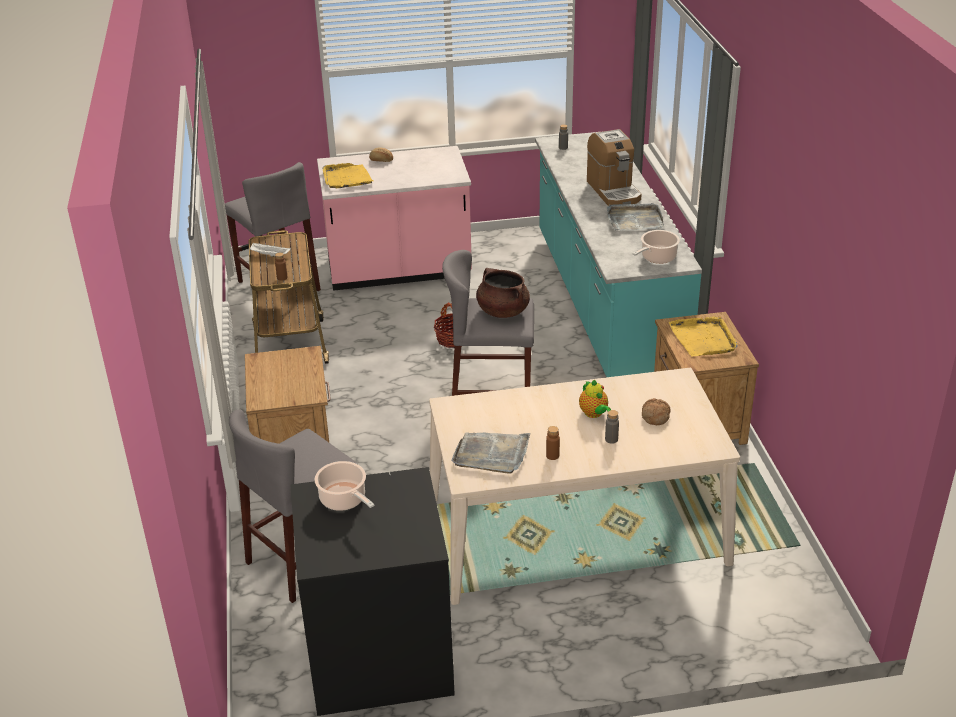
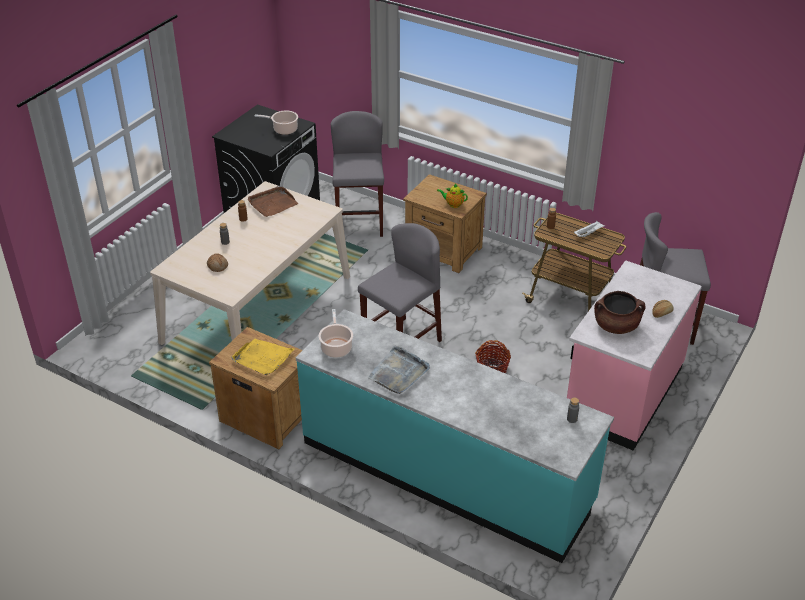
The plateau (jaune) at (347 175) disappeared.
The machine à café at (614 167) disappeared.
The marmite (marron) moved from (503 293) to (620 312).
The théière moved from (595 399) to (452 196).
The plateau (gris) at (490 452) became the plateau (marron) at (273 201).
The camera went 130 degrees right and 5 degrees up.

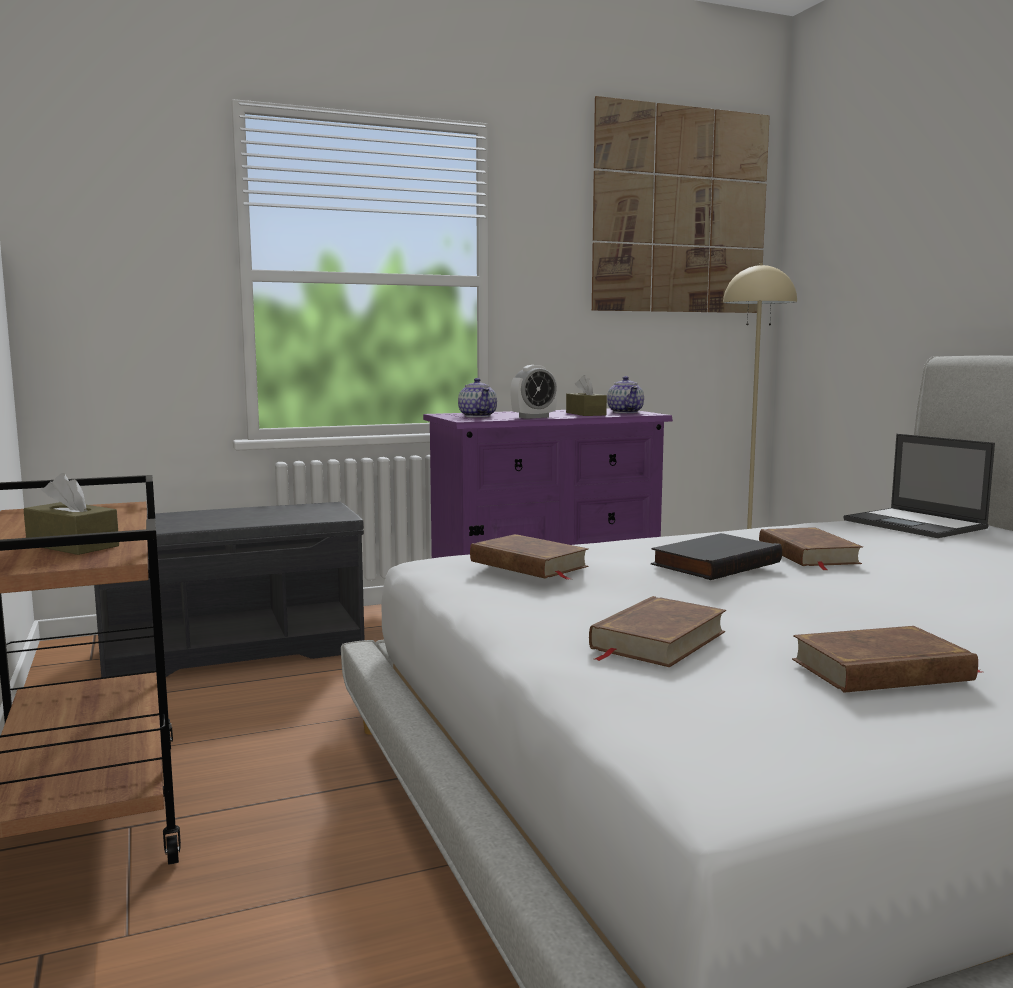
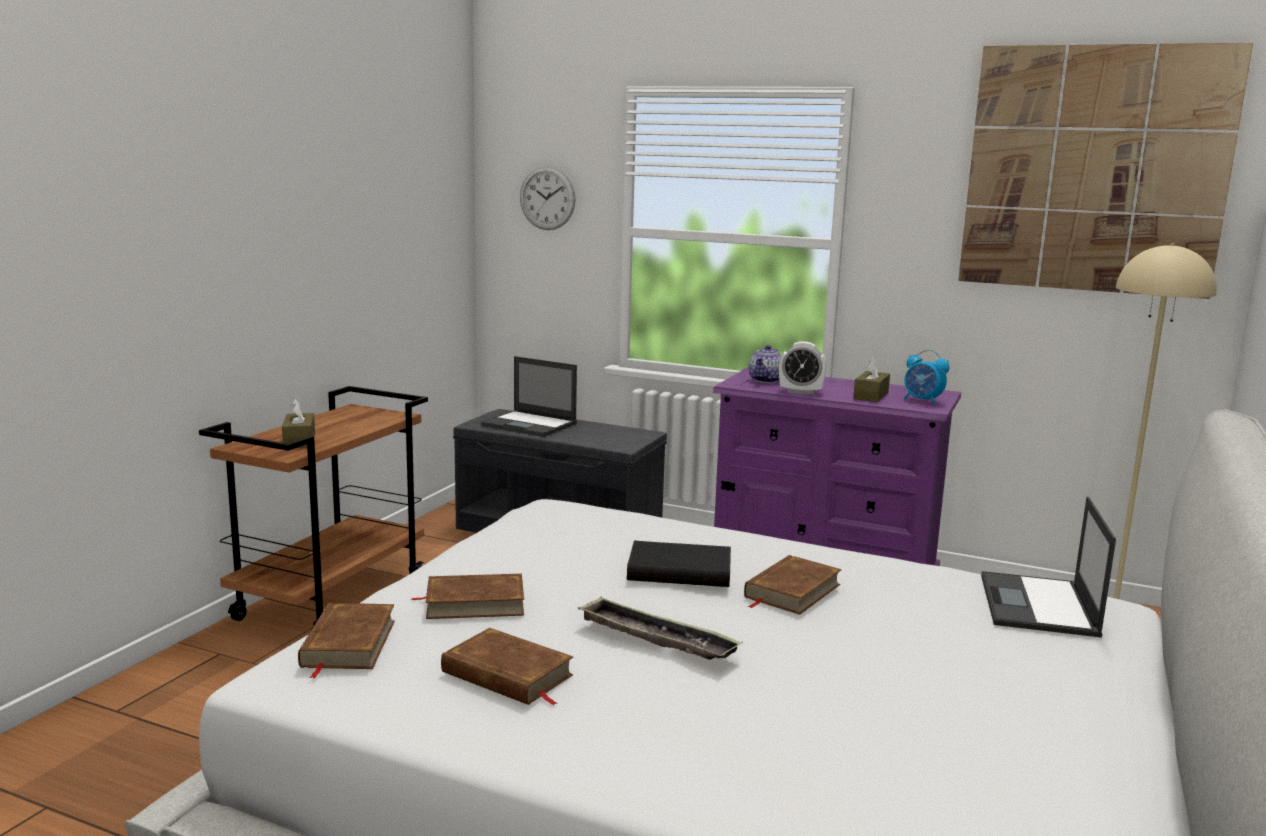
The ordinateur portable at (529 396) appeared.
The horloge murale at (548 198) appeared.
The plateau at (660 628) appeared.
The livre (marron) moved from (529 557) to (346 640).
The théière at (625 394) was replaced by the réveil at (927 376).
The camera went 45 degrees right and 5 degrees up.

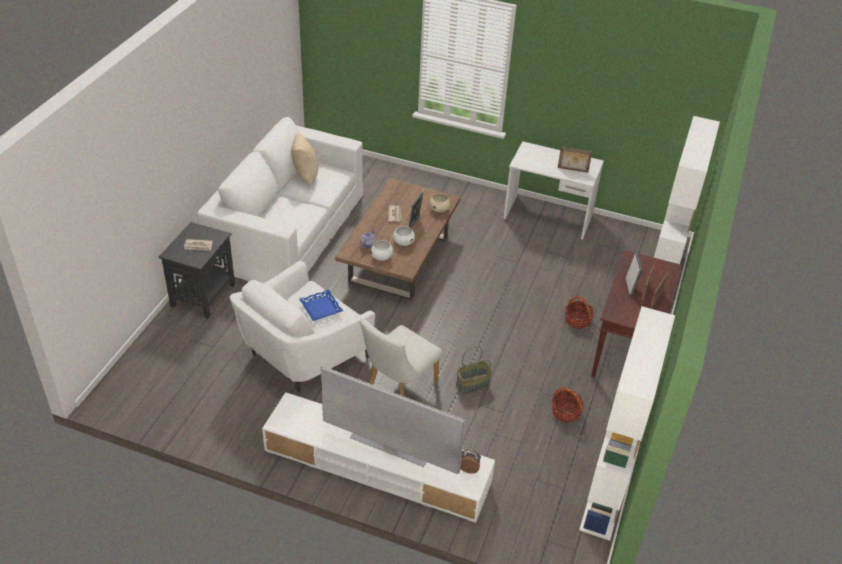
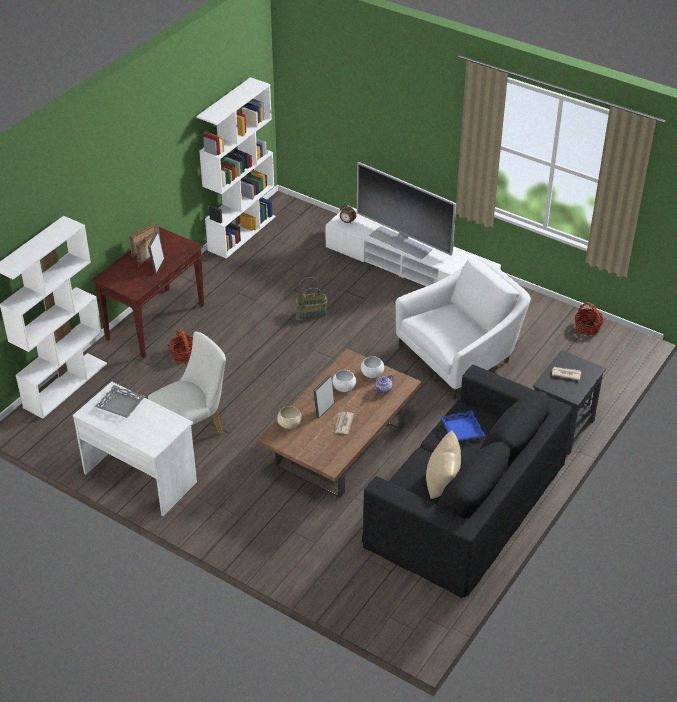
The plateau (bleu) moved from (321 305) to (463 425).
The chaise (blanc) moved from (401 357) to (187 383).
The panier moved from (568 405) to (589 318).
The cadre photo at (575 160) was replaced by the plateau (gris) at (120 401).
The canapé (blanc) at (280 200) became the canapé (noir) at (467 481).
The camera went 165 degrees left and 0 degrees up.

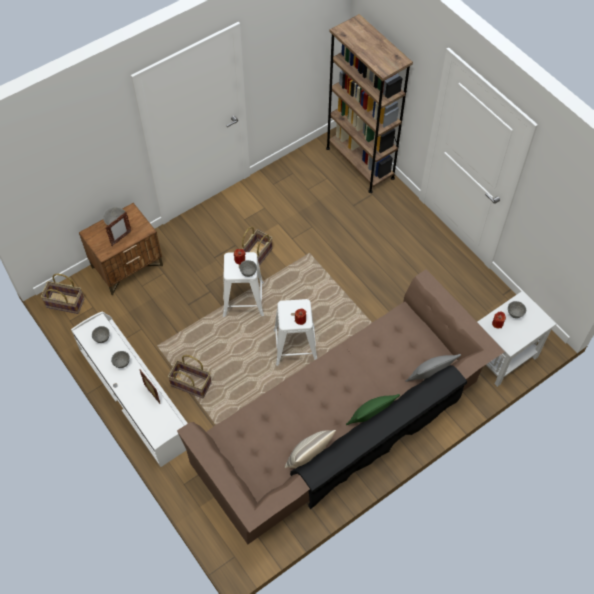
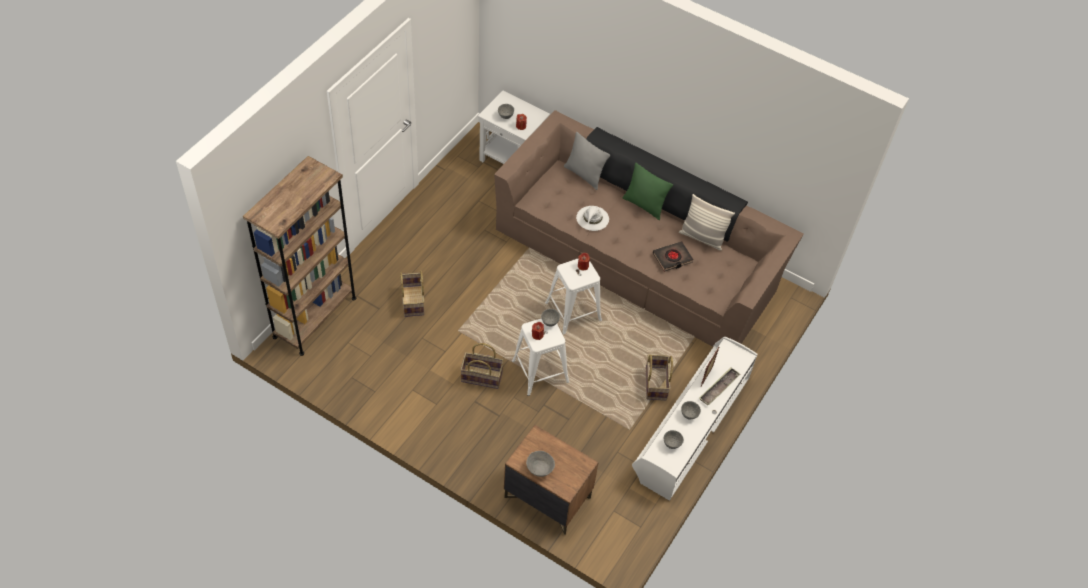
The cadre photo at (118 229) disappeared.
The chapeau (blanc) at (592 218) appeared.
The livre (noir) at (673 256) appeared.
The plateau at (720 386) appeared.
The panier moved from (62 294) to (412 293).
The camera went 115 degrees left and 5 degrees down.

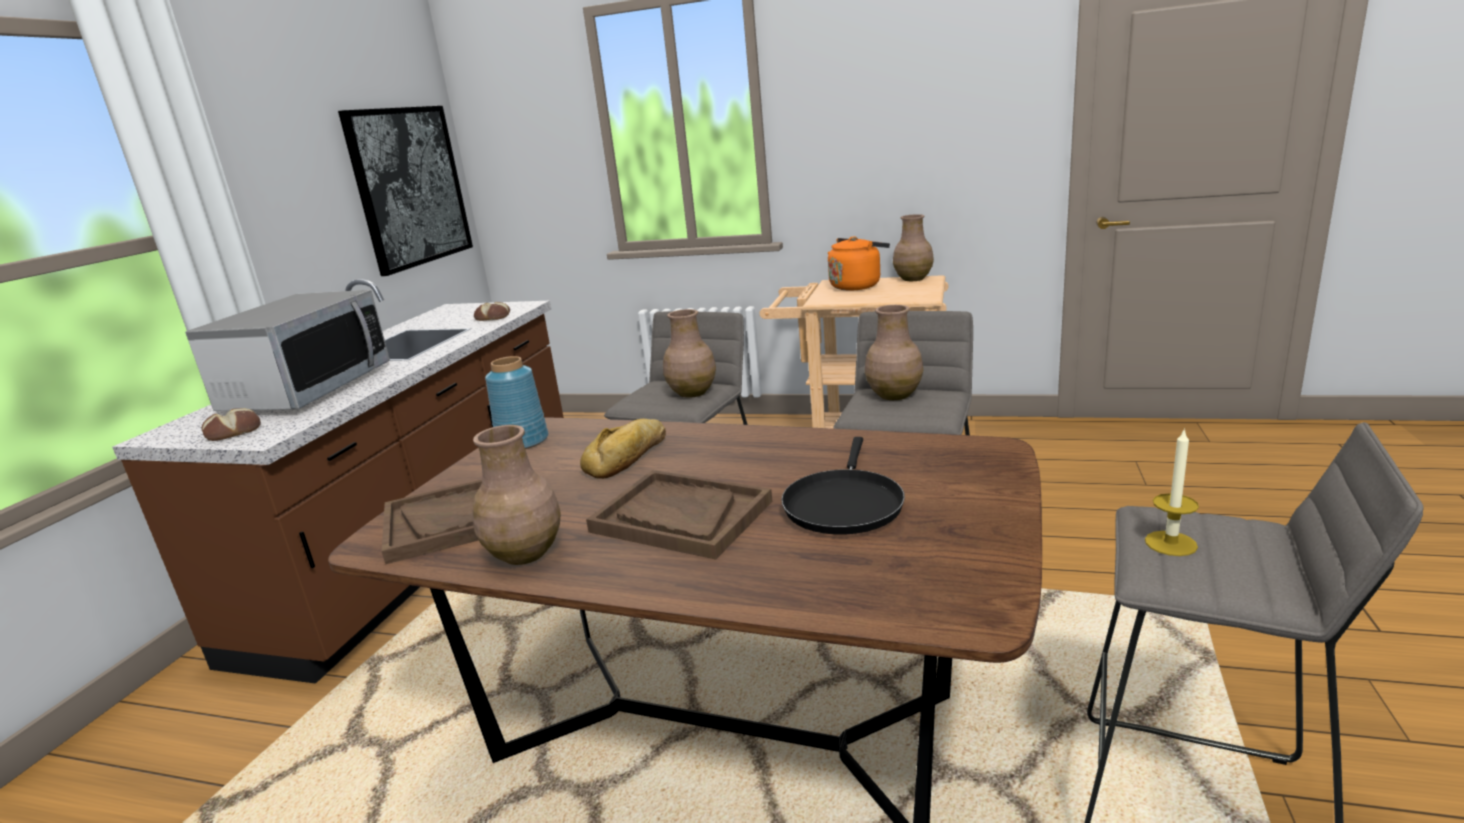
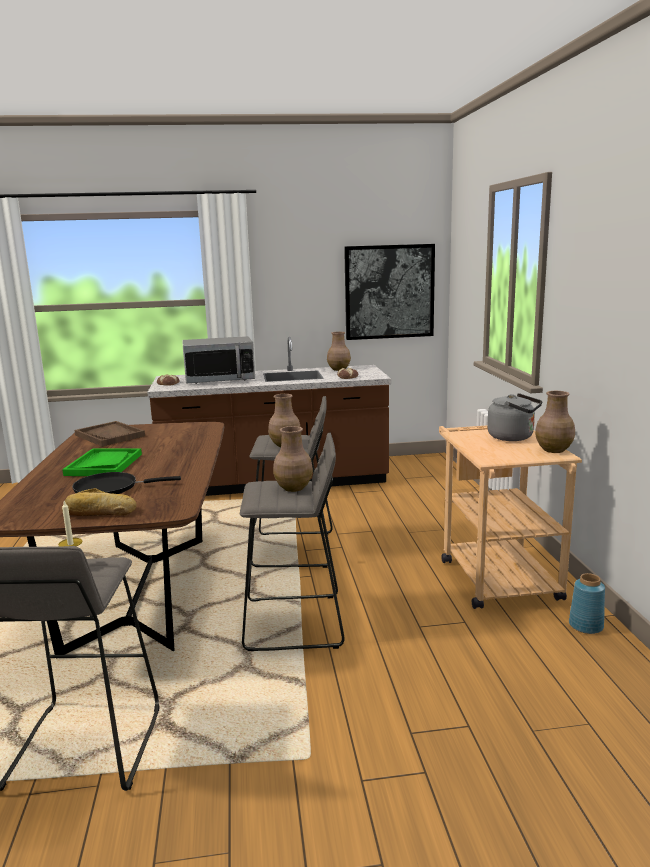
The vase (marron) moved from (516 495) to (339 351).
The vase (bleu) moved from (517 402) to (587 603).
The pain moved from (623 449) to (99 502).
The plateau (marron) at (679 515) became the plateau (vert) at (102 462).
The bouilloire (orange) at (859 263) became the bouilloire (gris) at (514 417).
The camera went 65 degrees right and 5 degrees down.

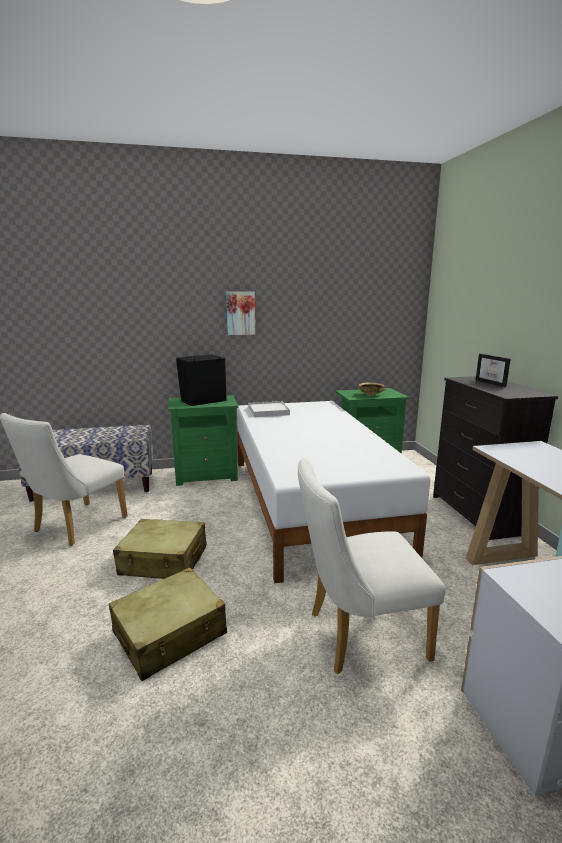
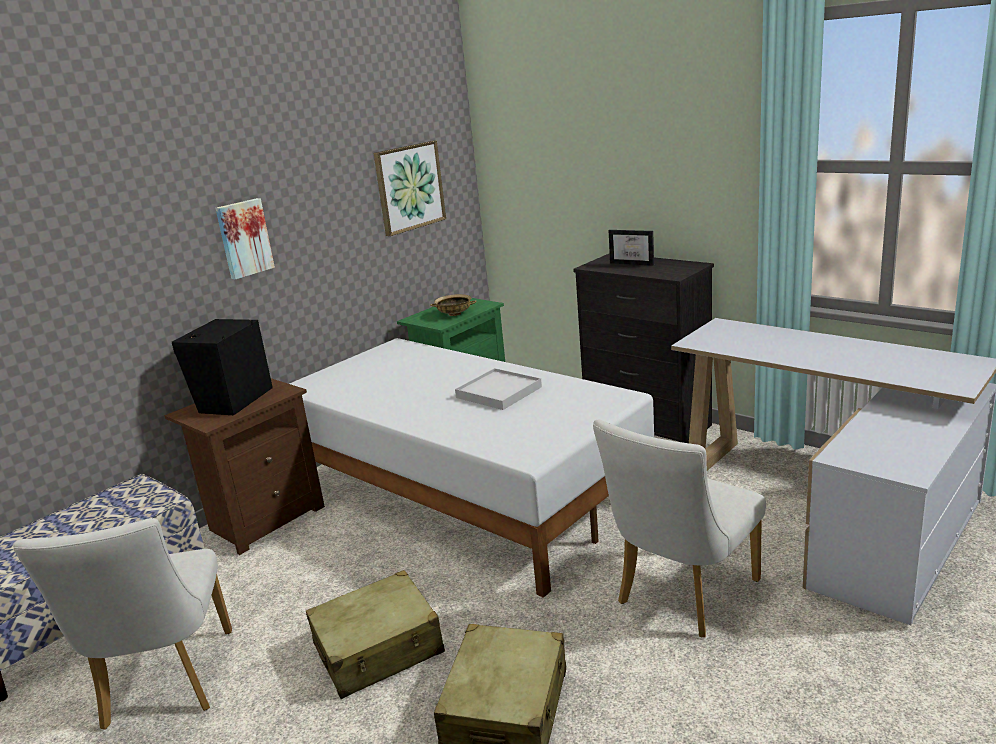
The tableau at (410 188) appeared.
The plateau (blanc) moved from (269 409) to (498 389).
The table de chevet (vert) at (203 440) became the table de chevet (marron) at (244 466).
The camera went 35 degrees left and 5 degrees up.

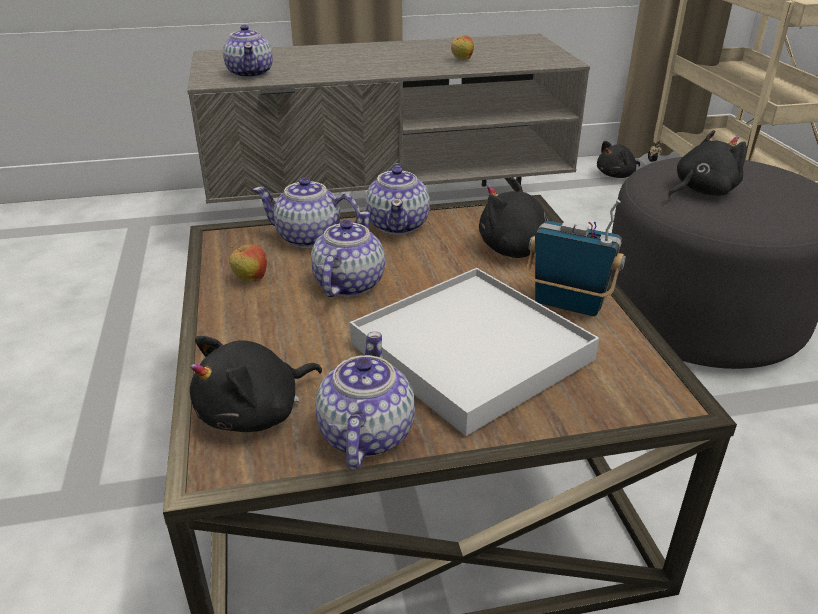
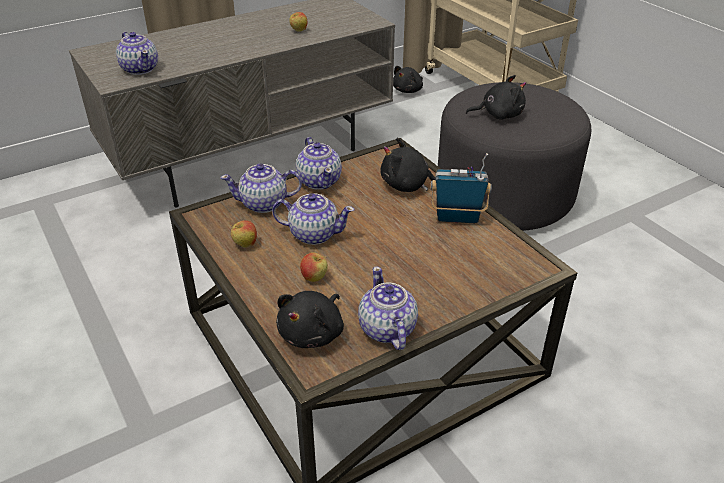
The plateau (blanc) at (474 352) disappeared.
The pomme at (314 267) appeared.
The théière at (348 254) turned 105 degrees clockwise.
The peluche (noir) at (706 164) turned 45 degrees clockwise.
The camera went 20 degrees left and 5 degrees up.

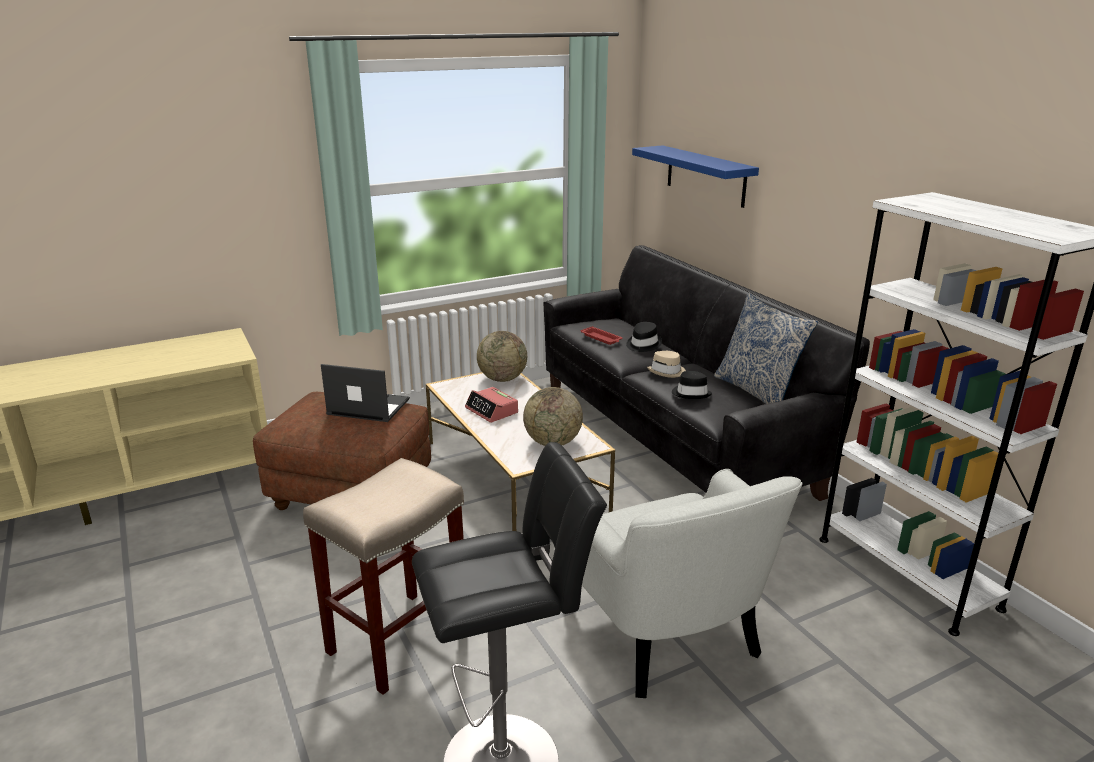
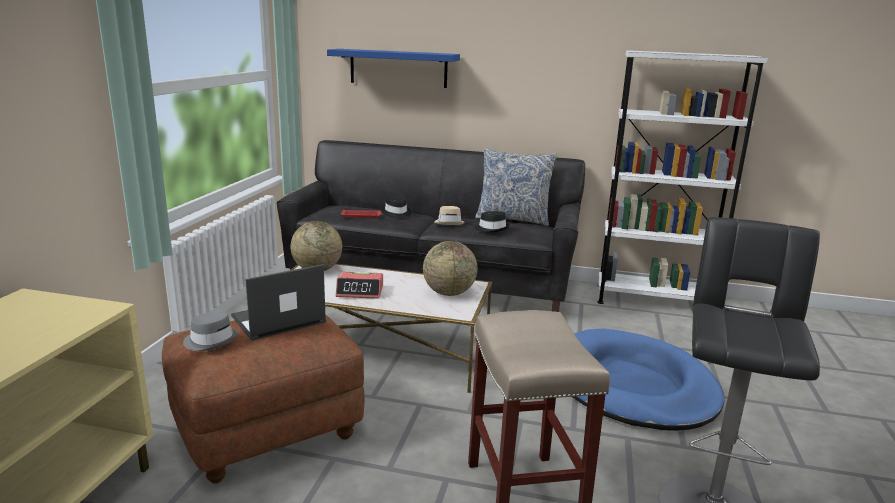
The chapeau (gris) at (210 332) appeared.
The fauteuil (blanc) at (692 583) was replaced by the panier pour chien (bleu) at (649 379).
The camera went 50 degrees left and 5 degrees down.

